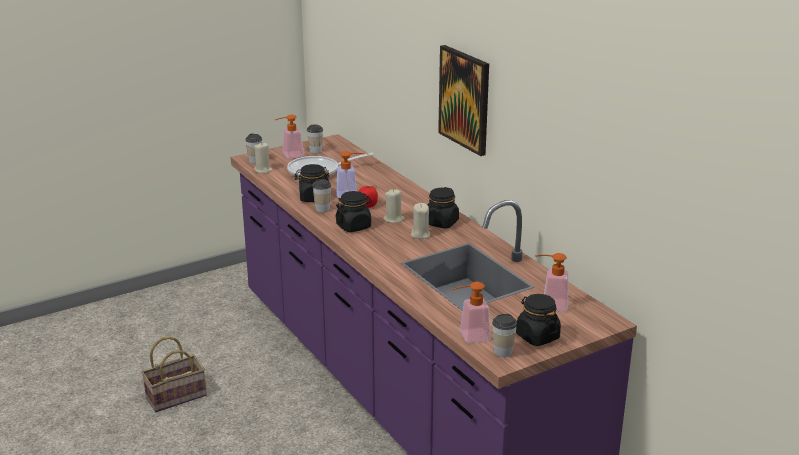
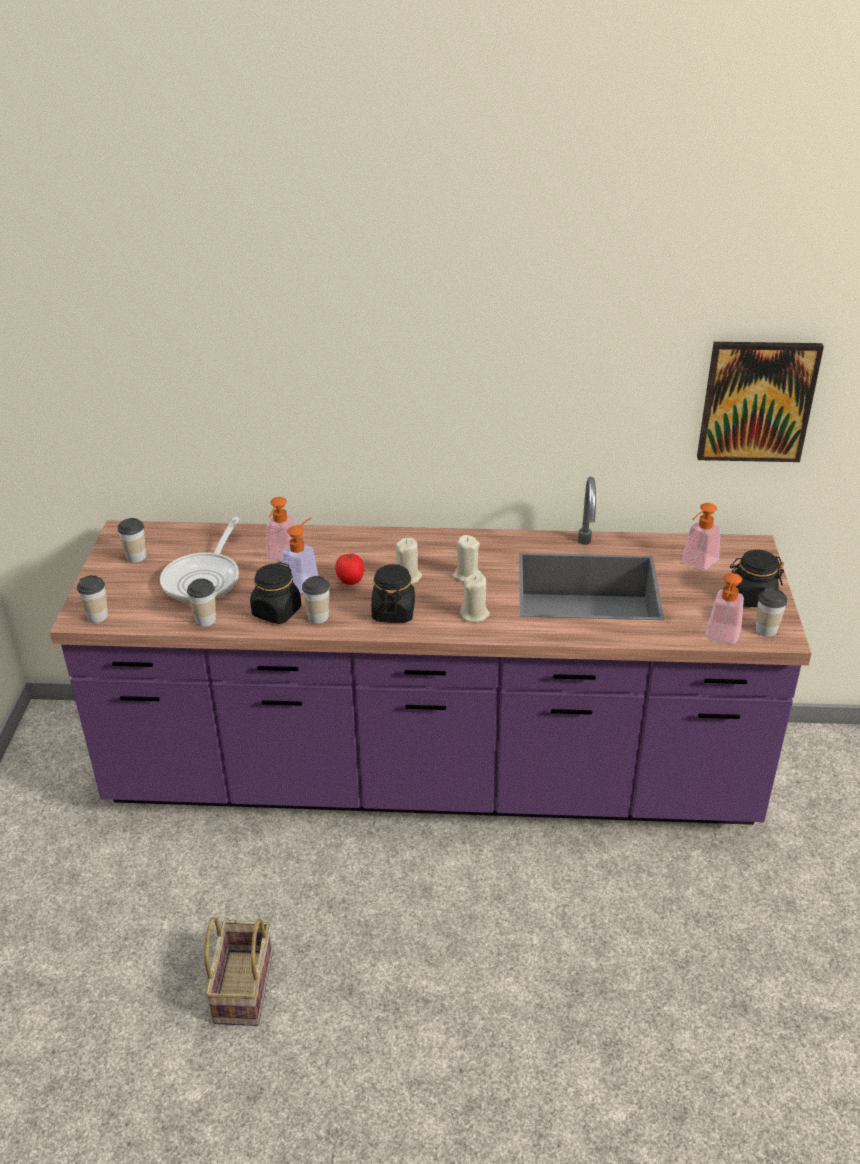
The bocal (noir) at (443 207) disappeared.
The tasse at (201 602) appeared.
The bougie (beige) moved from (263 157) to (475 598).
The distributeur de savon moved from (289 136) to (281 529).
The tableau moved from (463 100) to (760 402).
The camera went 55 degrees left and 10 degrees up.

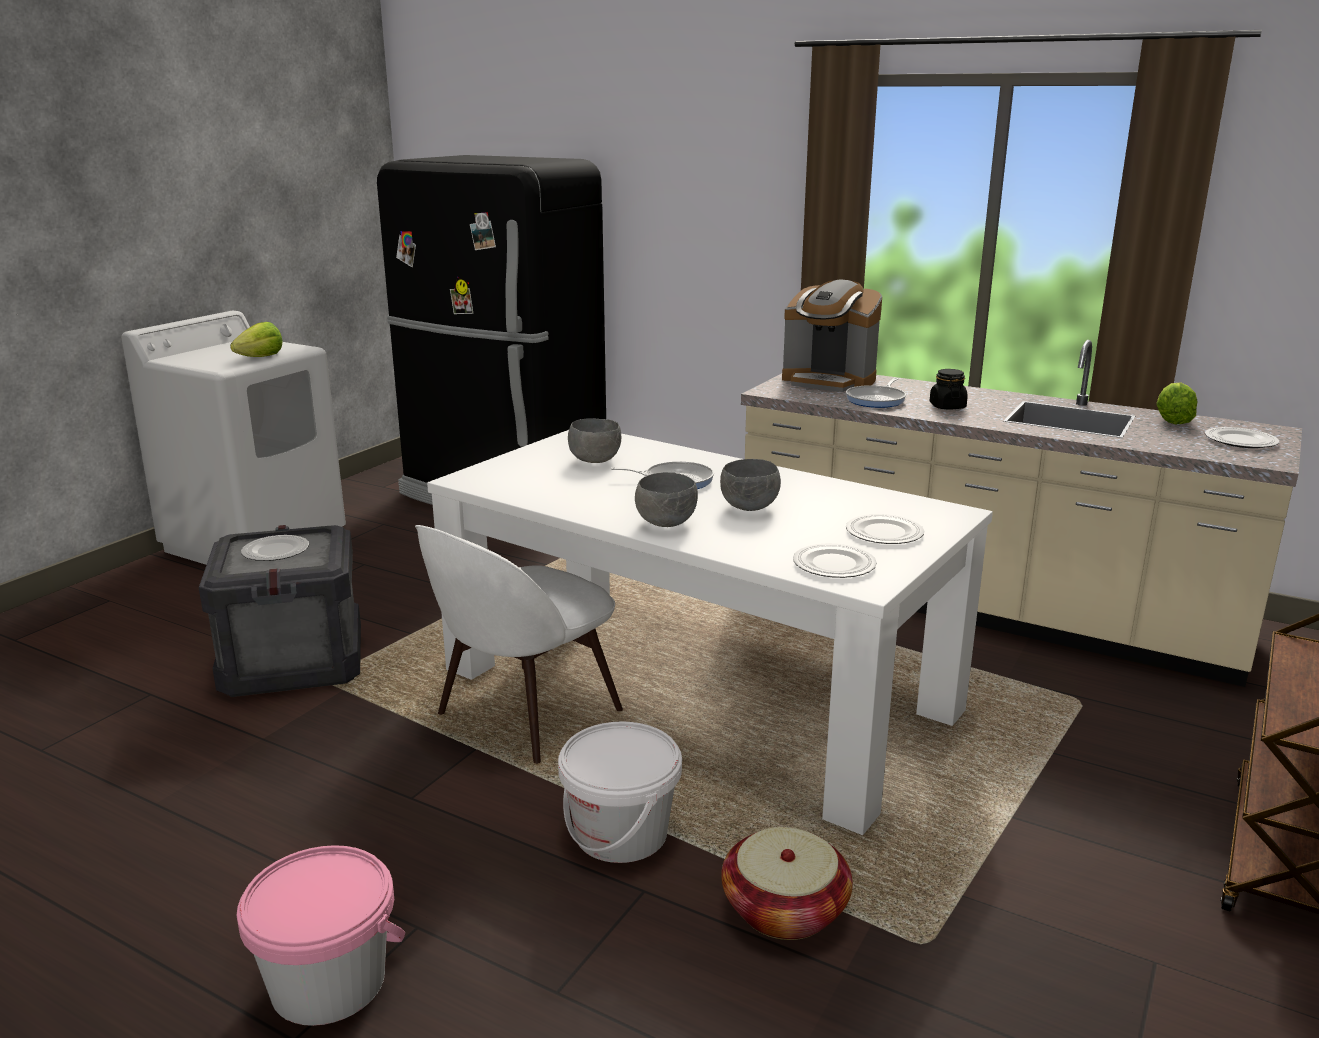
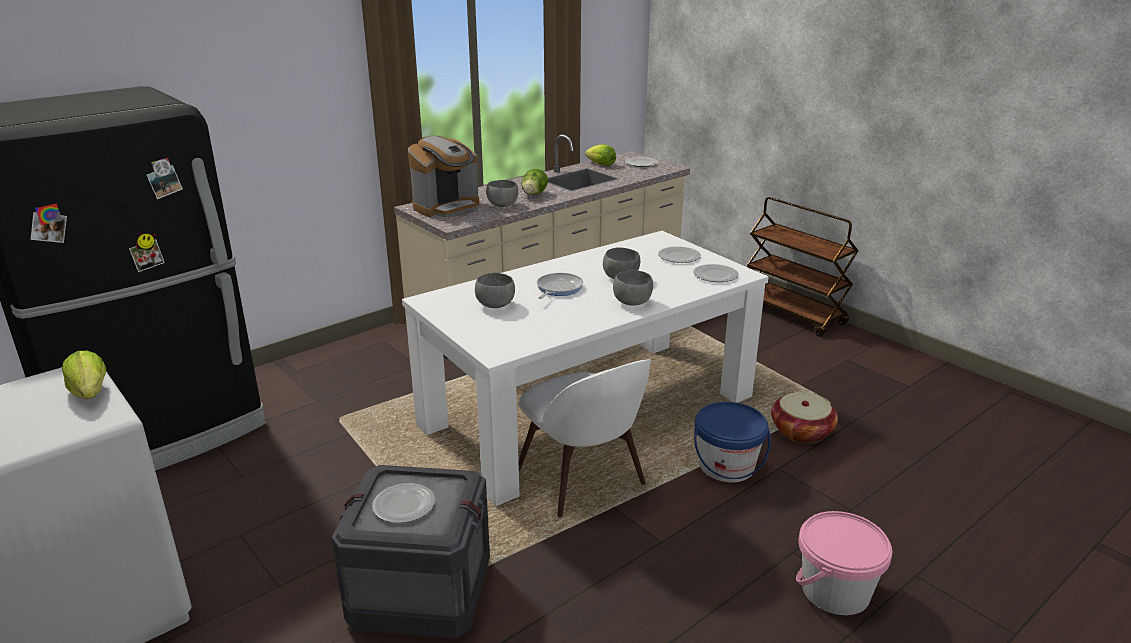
The poêle at (876 393) was replaced by the bol (gris) at (502 193).
The bocal (noir) at (949 389) was replaced by the laitue at (535 182).
The seau (blanc) at (620 792) became the seau (bleu) at (732 442).
The camera went 70 degrees left and 5 degrees up.

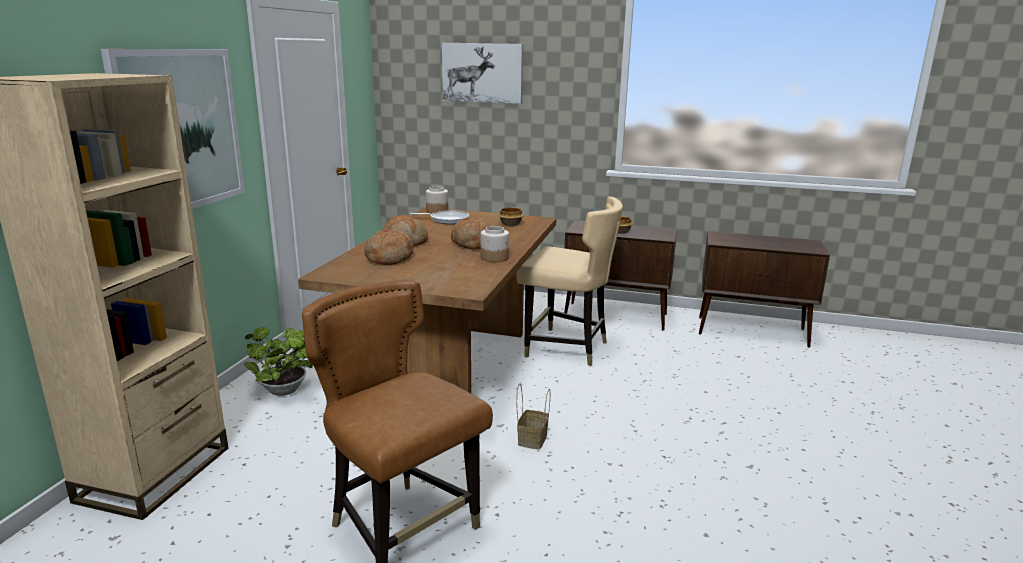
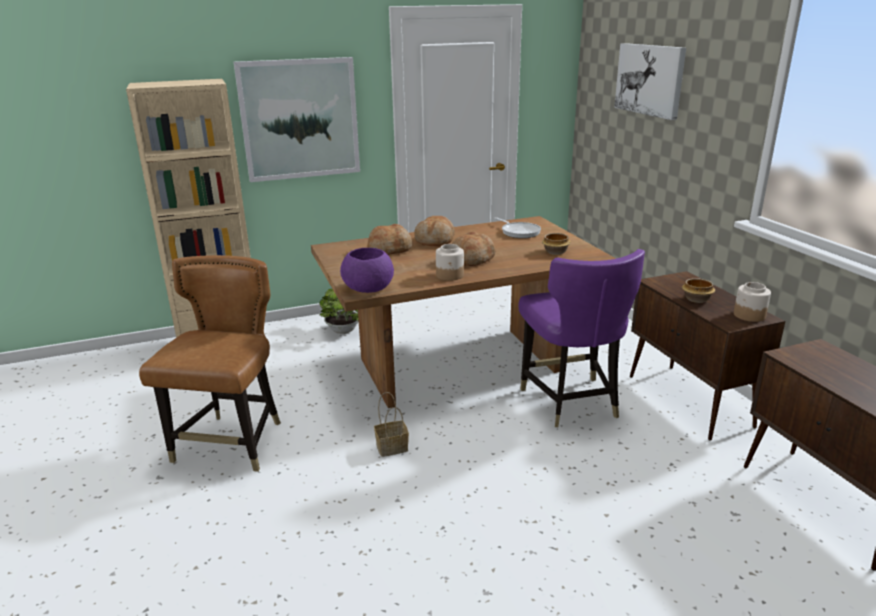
The bol (violet) at (367 270) appeared.
The bocal moved from (437 200) to (752 302).
The chaise (beige) at (569 281) became the chaise (violet) at (582 338).
The camera went 55 degrees right and 5 degrees up.

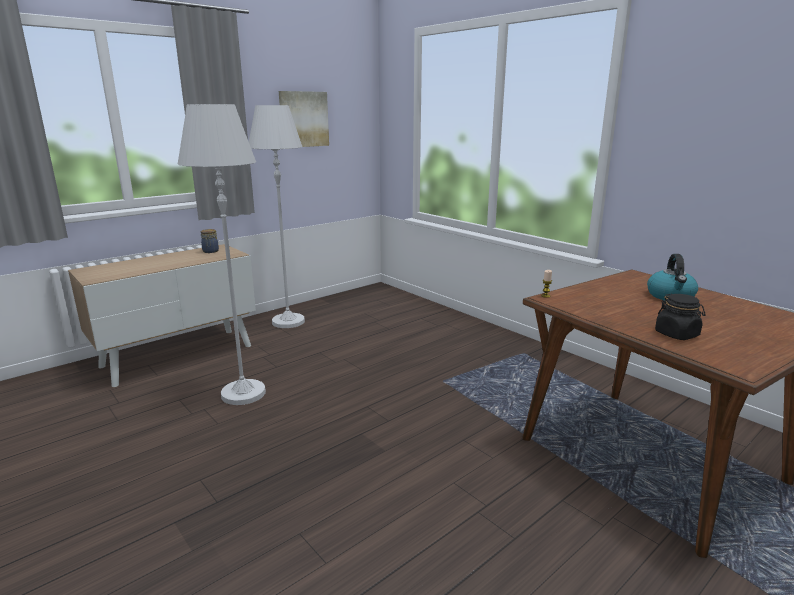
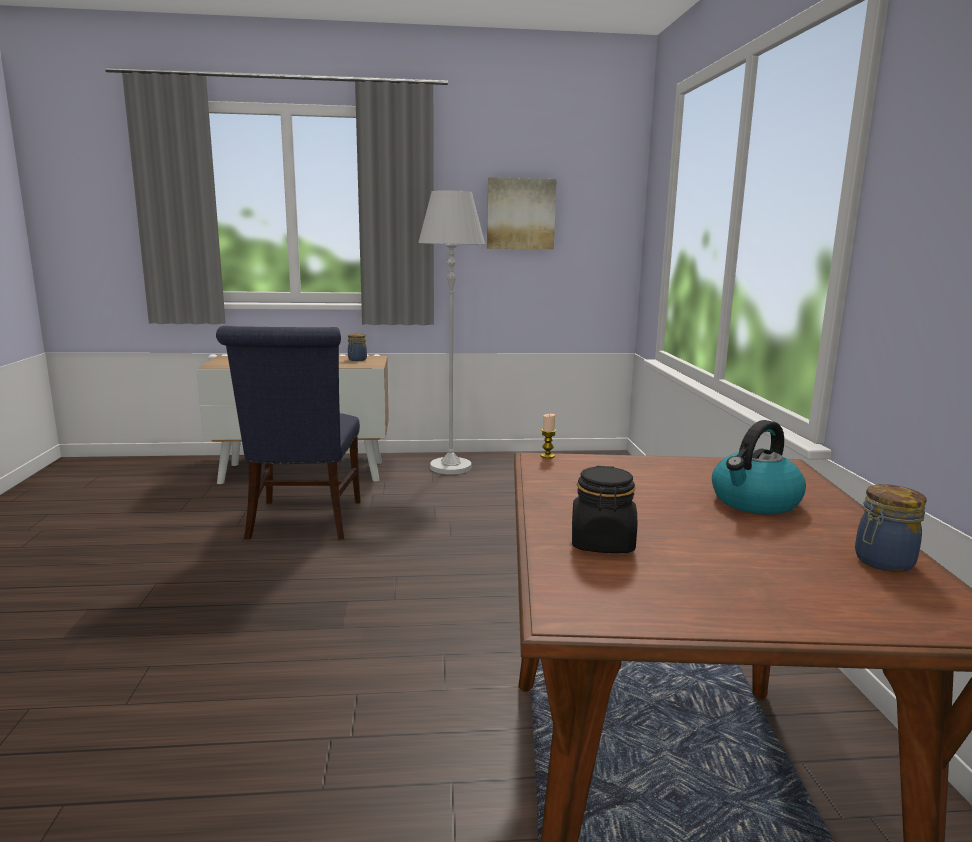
The bocal at (891 528) appeared.
The lampadaire (blanc) at (222 254) was replaced by the chaise (bleu) at (288 433).
The camera went 35 degrees right and 5 degrees down.

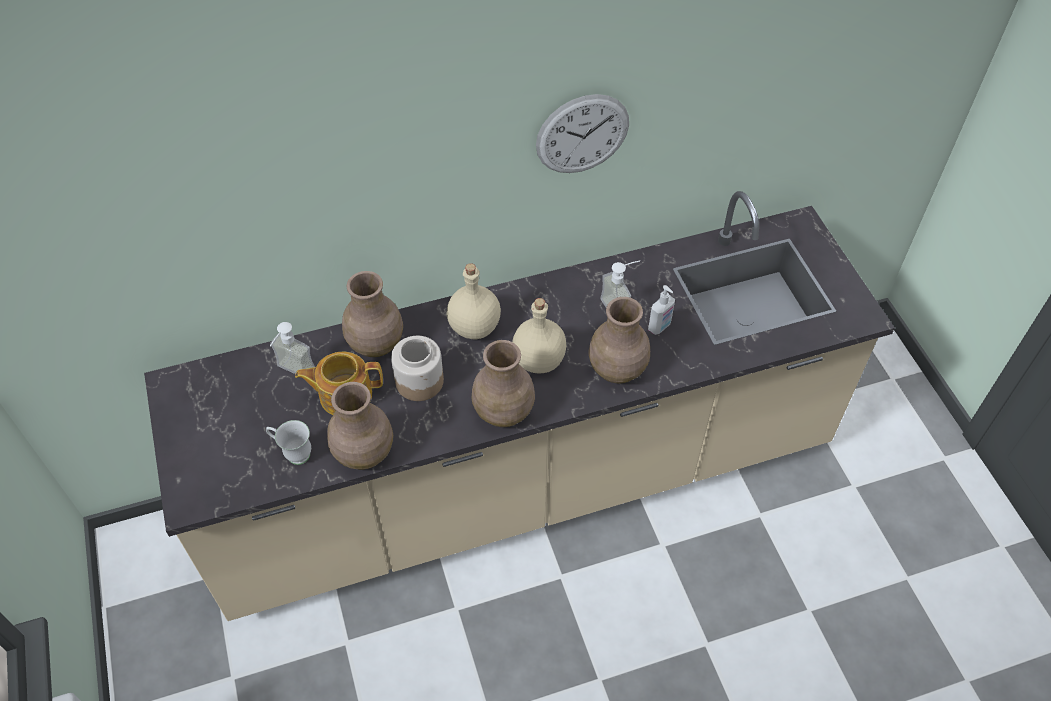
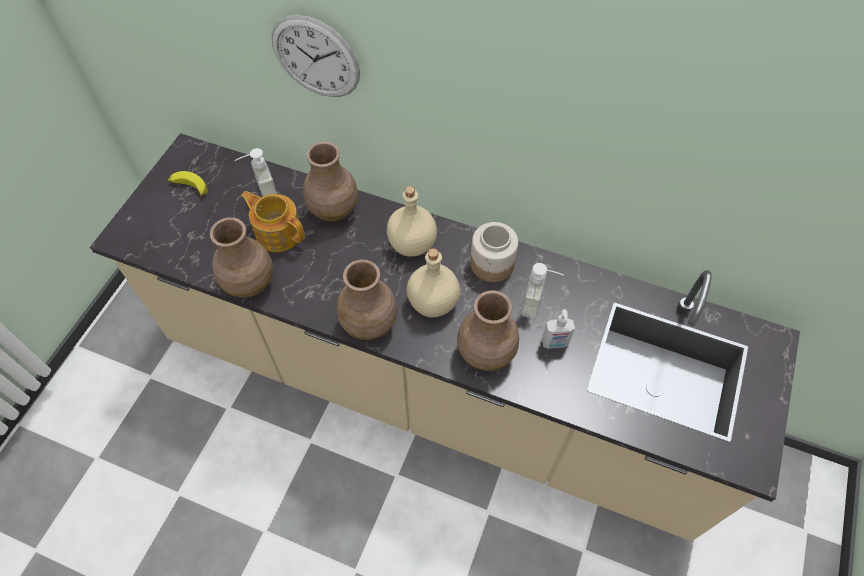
The mug (blanc) at (288 442) disappeared.
The banane at (188 184) appeared.
The bocal moved from (417 368) to (494 252).
The horloge murale moved from (582 133) to (315 56).
The camera went 40 degrees right and 5 degrees up.

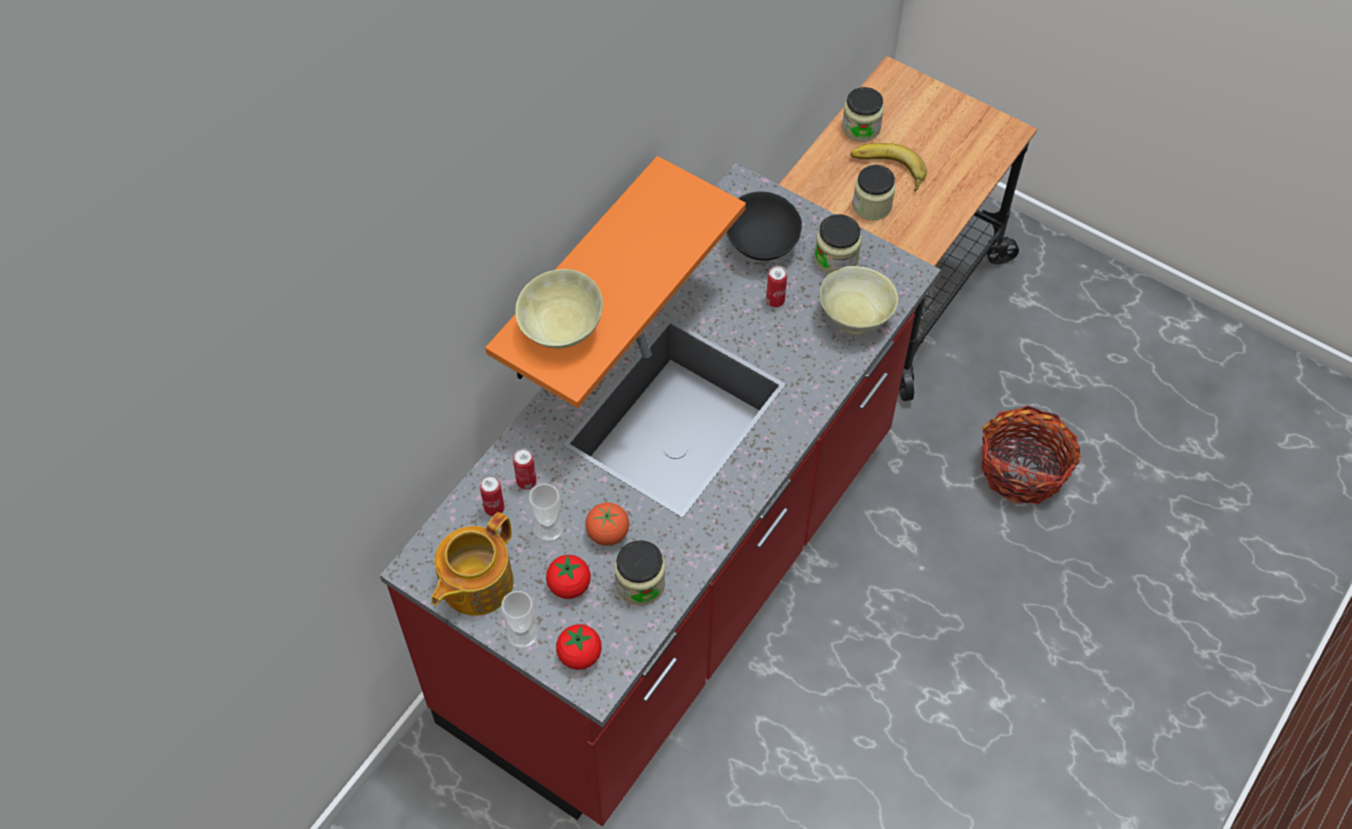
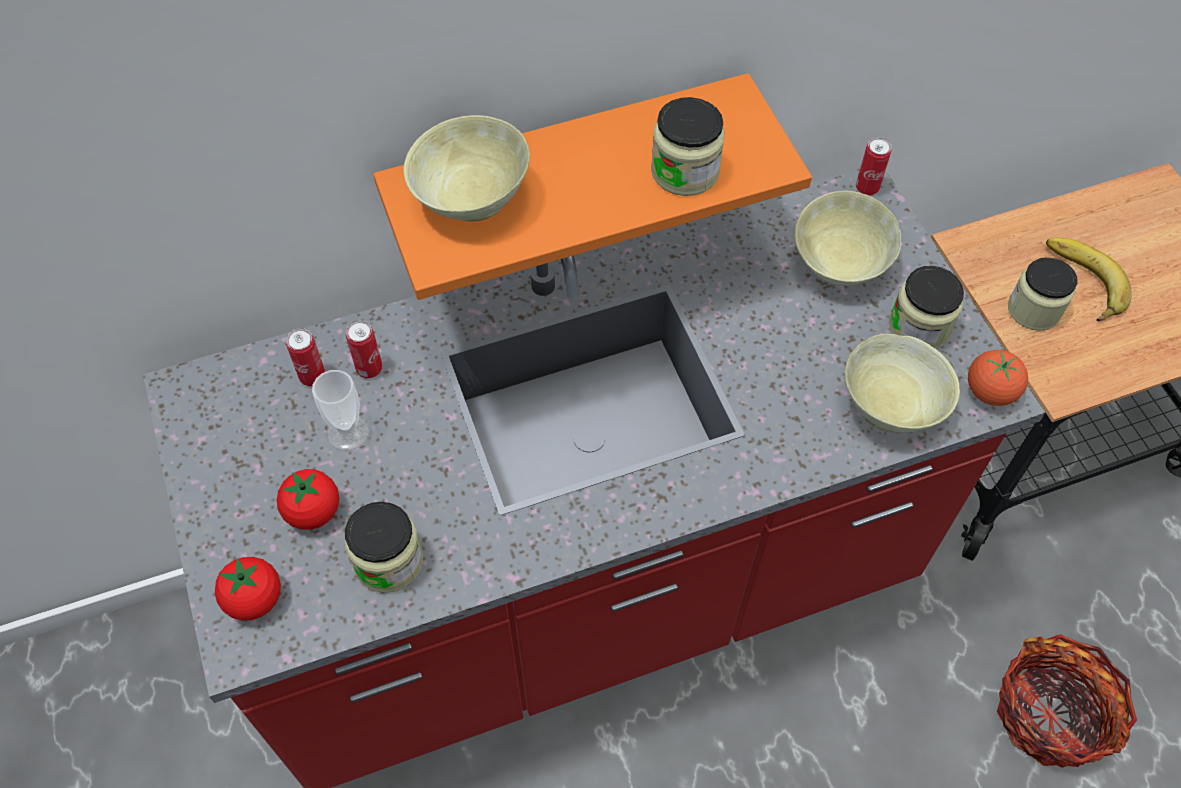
The théière at (472 564) disappeared.
The tasse at (519 619) disappeared.
The tomate moved from (607 524) to (998 378).
The boîte métallique moved from (776 286) to (874 166).
The bocal moved from (863 114) to (688 146).
The bol (noir) at (764 226) became the bol (beige) at (847 238).
The camera went 35 degrees right and 0 degrees up.

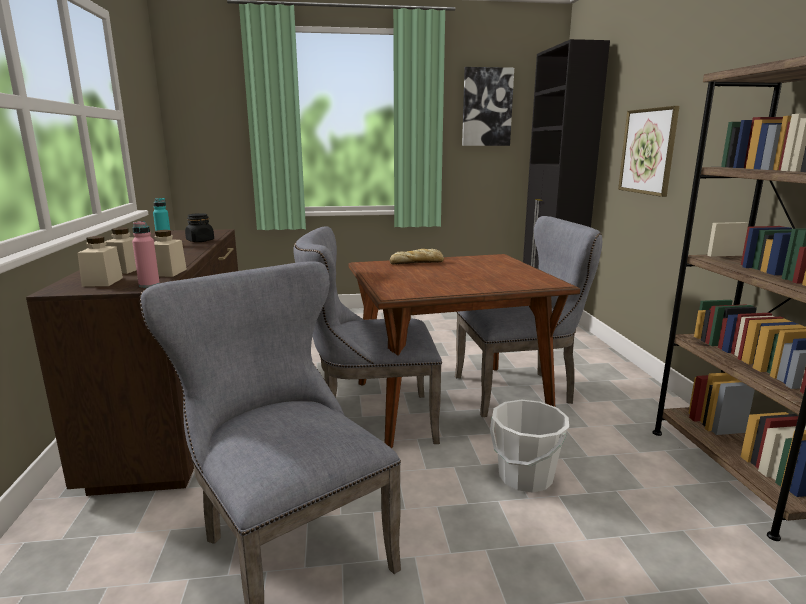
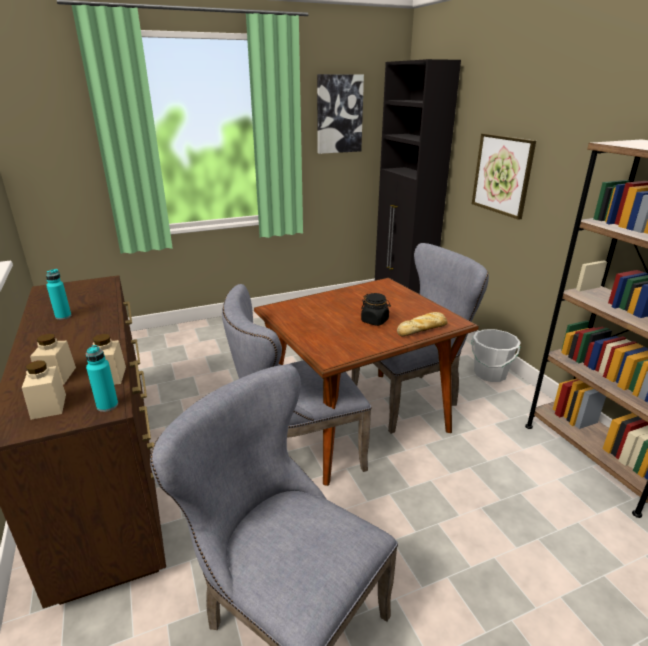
The bocal (noir) moved from (199 227) to (376 309).
The pain moved from (417 256) to (422 324).
The seau (blanc) moved from (529 446) to (496 355).
The bouteille (rose) at (146 254) became the bouteille (turquoise) at (102 378).
The camera went 15 degrees left and 10 degrees up.

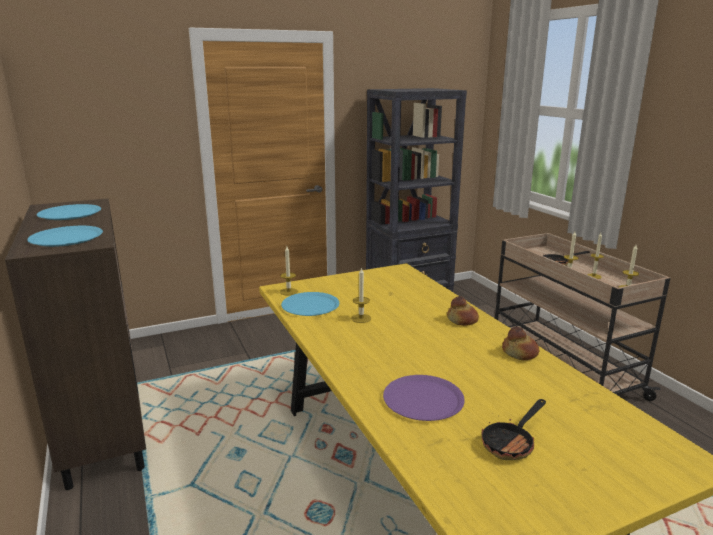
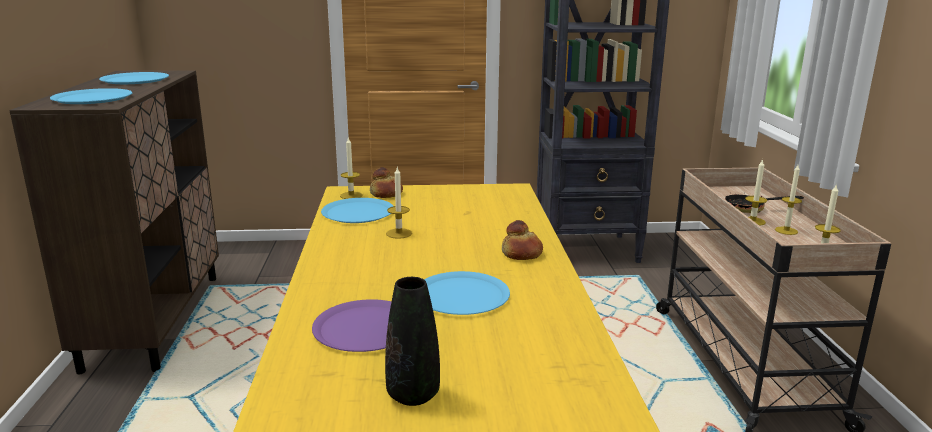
The assiette (bleu) at (467 293) appeared.
The pain moved from (520 343) to (386 182).
The poêle at (514 429) was replaced by the vase (noir) at (412 341).
The camera went 20 degrees right and 0 degrees up.

